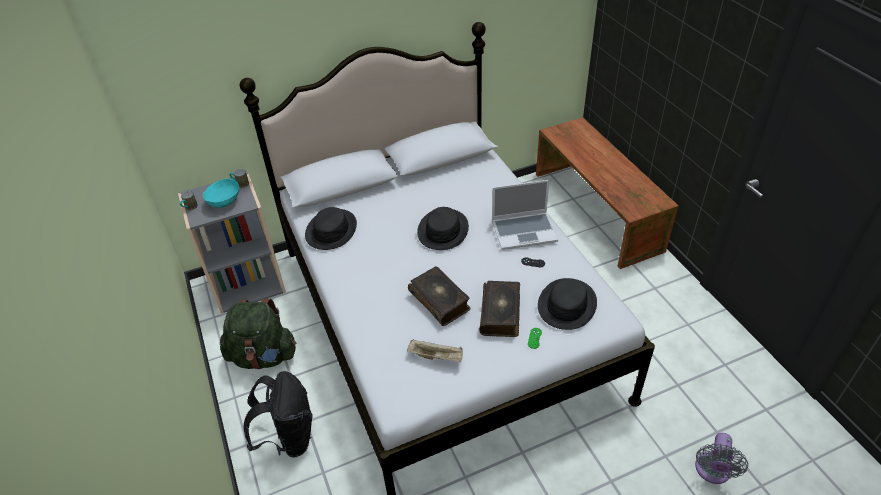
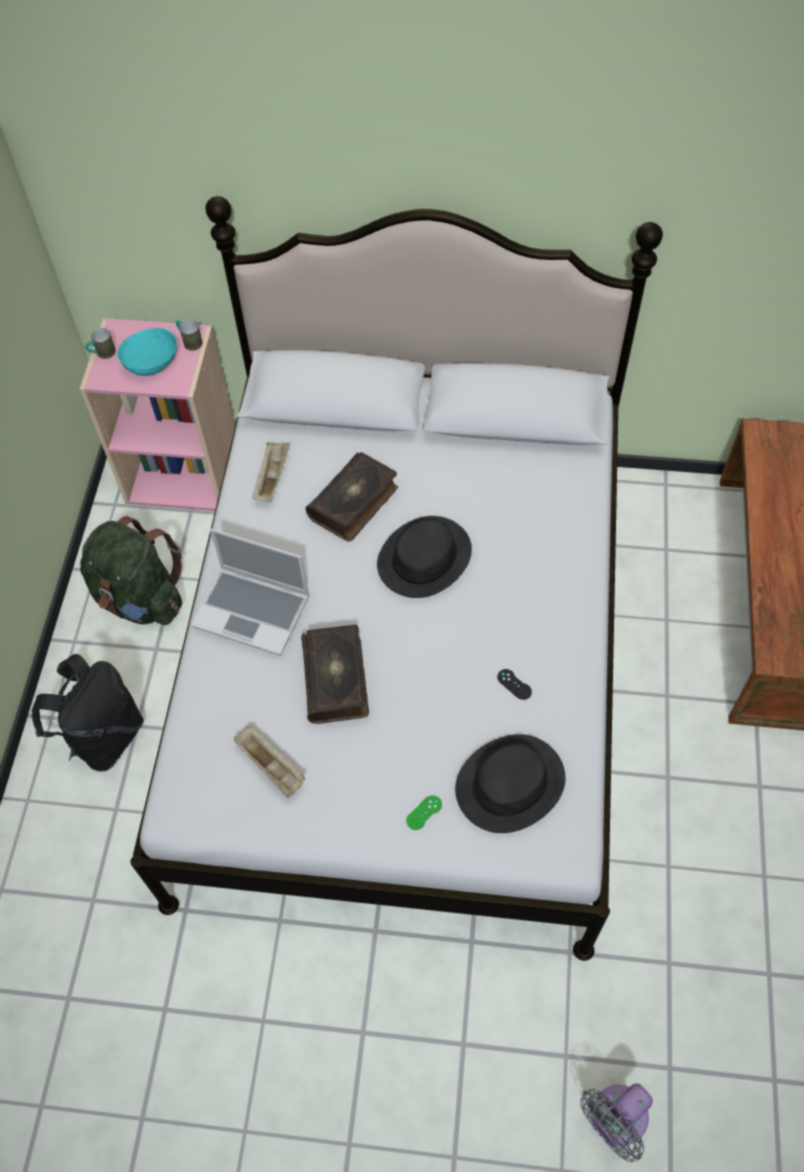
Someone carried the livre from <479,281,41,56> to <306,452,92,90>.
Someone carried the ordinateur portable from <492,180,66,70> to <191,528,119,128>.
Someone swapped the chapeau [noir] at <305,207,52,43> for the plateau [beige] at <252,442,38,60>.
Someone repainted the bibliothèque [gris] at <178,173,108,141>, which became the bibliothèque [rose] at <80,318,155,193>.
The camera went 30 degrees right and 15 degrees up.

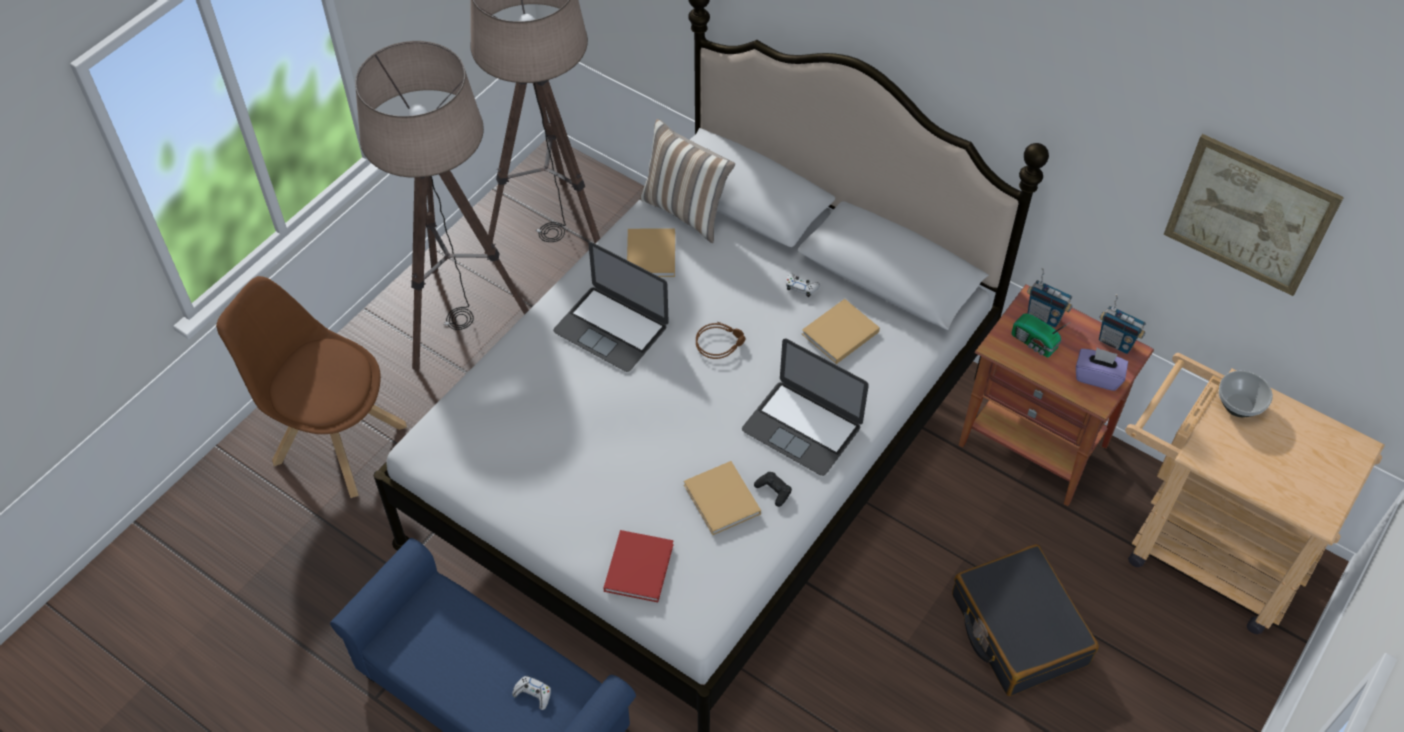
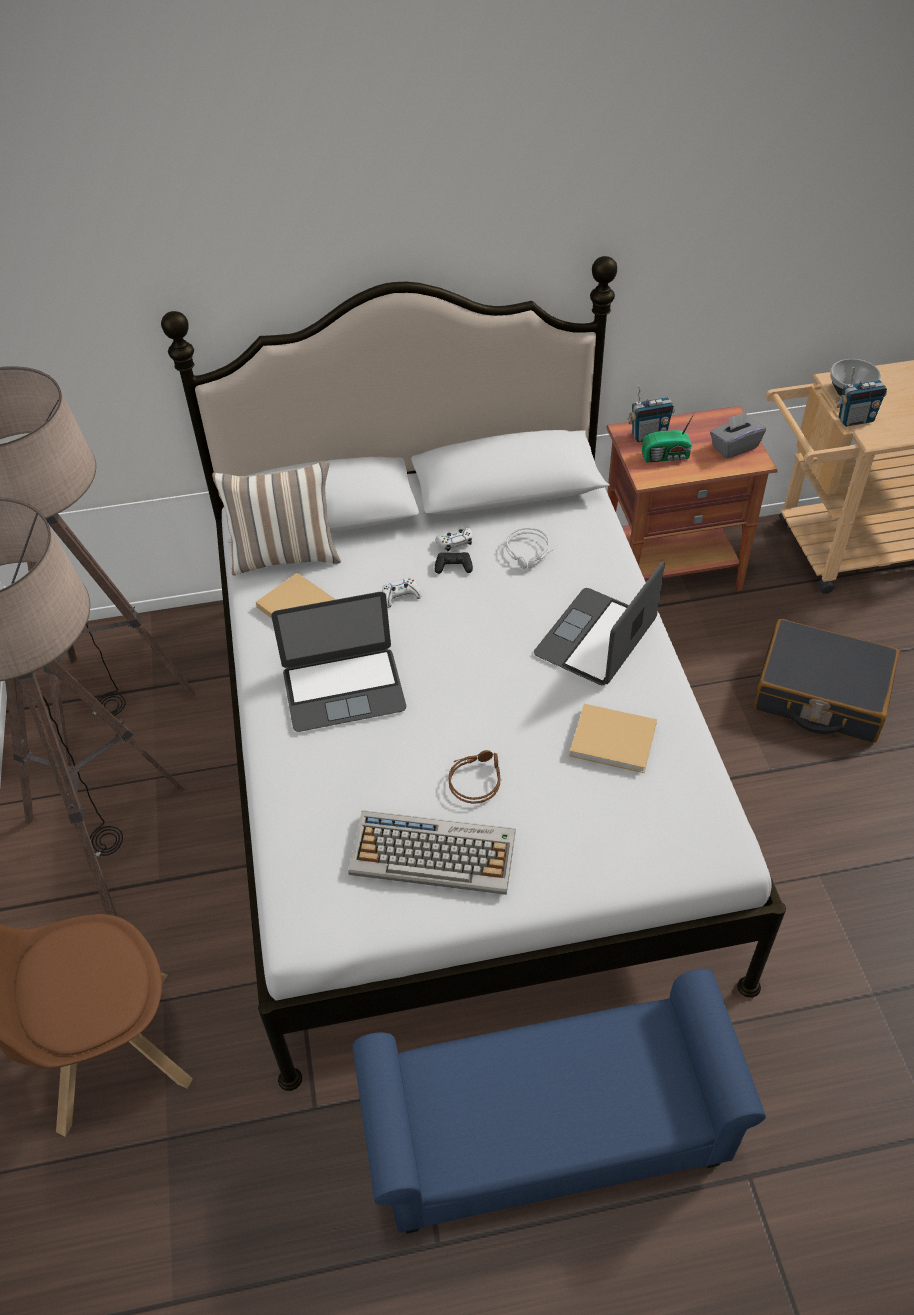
Someone took away the livre [rouge] at <604,530,70,72>.
Someone took away the tableau at <1164,134,180,162>.
Someone put down the clavier at <348,810,167,85>.
Someone carried the manette [blanc] from <512,676,39,34> to <382,578,39,30>.
Someone carried the casque audio [marron] from <696,322,50,37> to <448,750,53,54>.
Someone carried the manette [noir] from <754,472,38,35> to <435,552,38,22>.
Someone carried the radio from <1099,294,47,60> to <836,367,51,60>.
Someone swapped the livre [beige] at <802,299,78,65> for the casque audio [gris] at <506,527,47,42>.
Someone repainted the boîte à mouchoirs [violet] at <1076,348,52,43>, which became the boîte à mouchoirs [gris] at <710,412,56,47>.
Someone rotated the ordinateur portable at <742,338,127,138> by 135 degrees clockwise.
The camera went 45 degrees left and 5 degrees down.

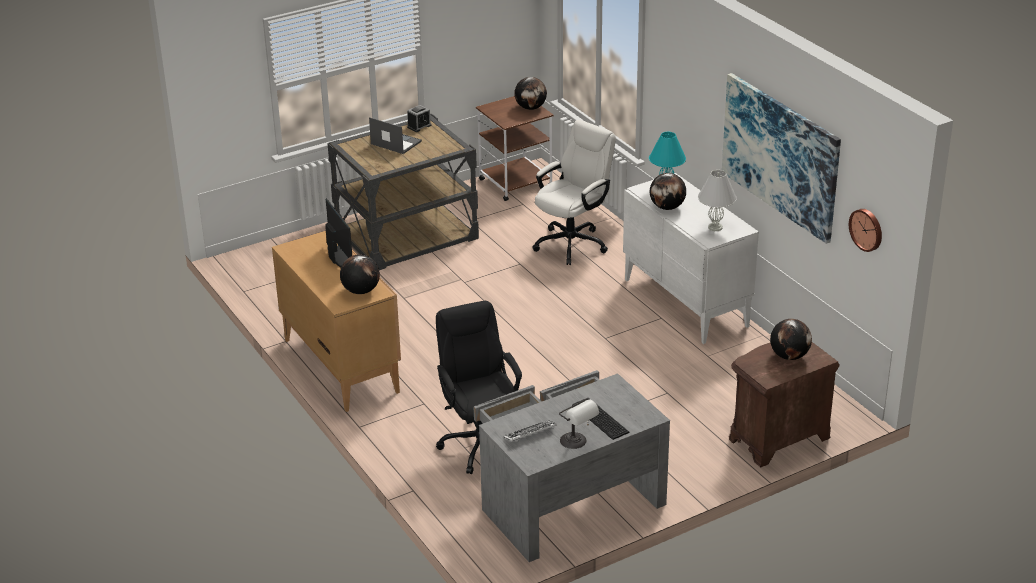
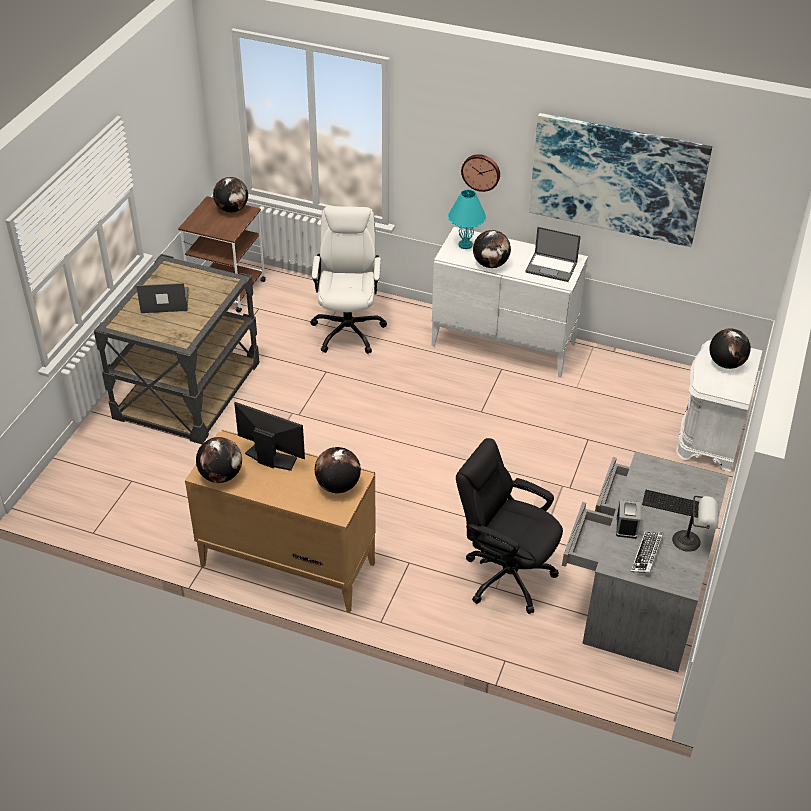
Someone put down the globe at <196,437,46,46>.
Someone carried the réveil from <407,105,25,27> to <616,500,25,39>.
Someone carried the horloge murale from <849,209,33,43> to <461,154,39,38>.
Someone swapped the lampe de table [blanc] at <698,170,39,61> for the ordinateur portable at <525,227,56,55>.
Someone repainted the table de chevet [marron] at <729,342,111,125>, which became the table de chevet [blanc] at <676,340,86,132>.
The camera went 40 degrees left and 10 degrees up.

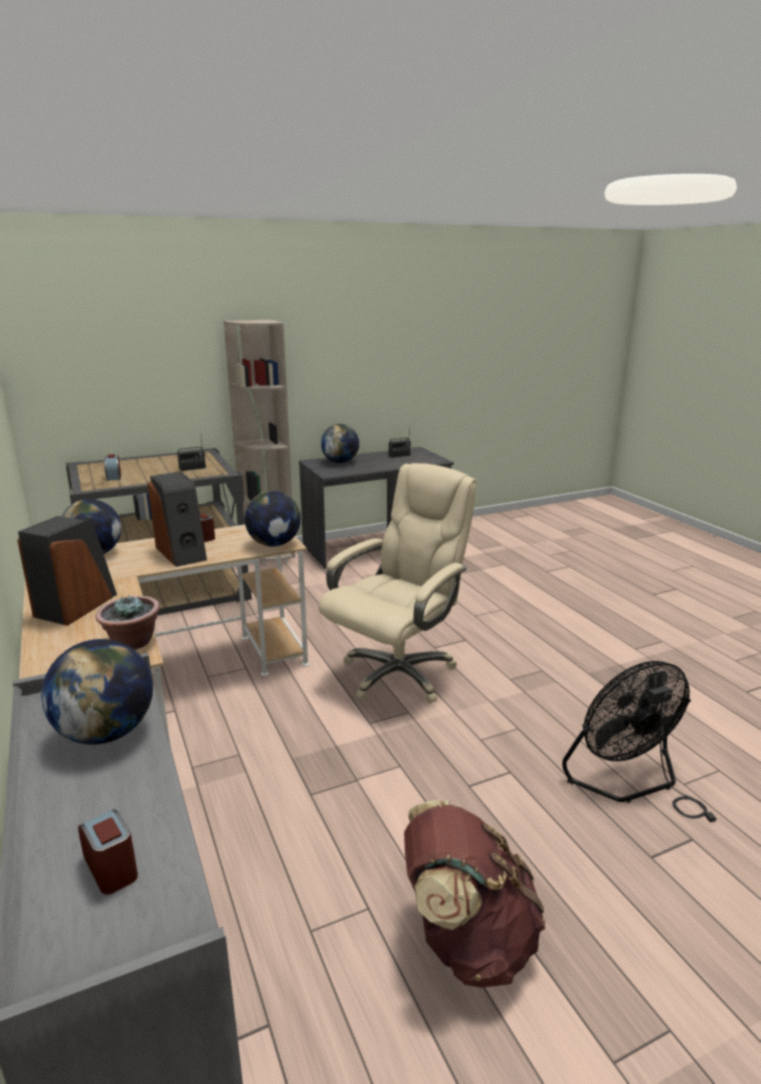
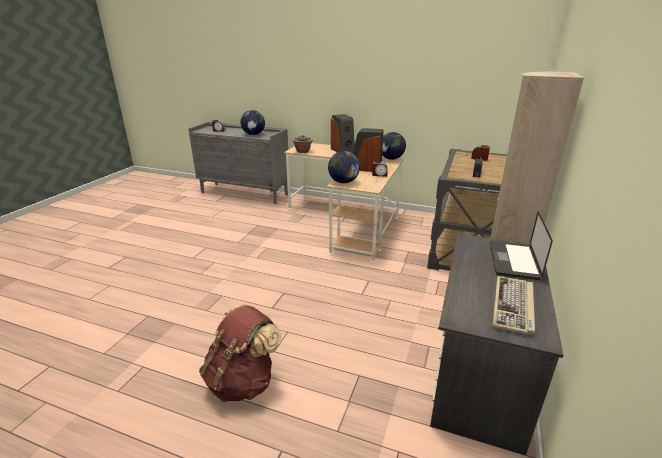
Someone took away the chaise de bureau [beige] at <318,463,158,240>.
Someone took away the ventilateur [noir] at <562,661,154,162>.
Someone carried the sac à dos [marron] from <404,800,142,188> to <199,304,83,98>.
Someone swapped the globe at <321,424,38,39> for the ordinateur portable at <490,211,63,69>.
Someone swapped the radio at <389,425,22,33> for the clavier at <493,276,42,59>.
The camera went 135 degrees right and 5 degrees up.

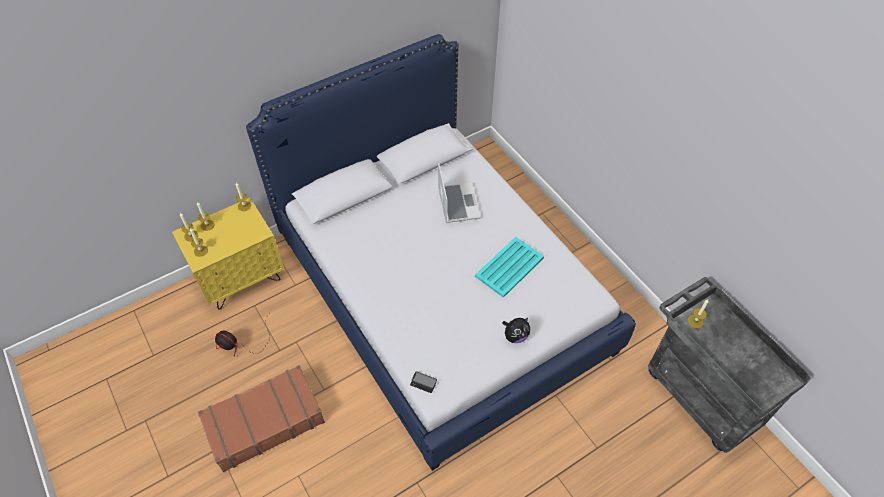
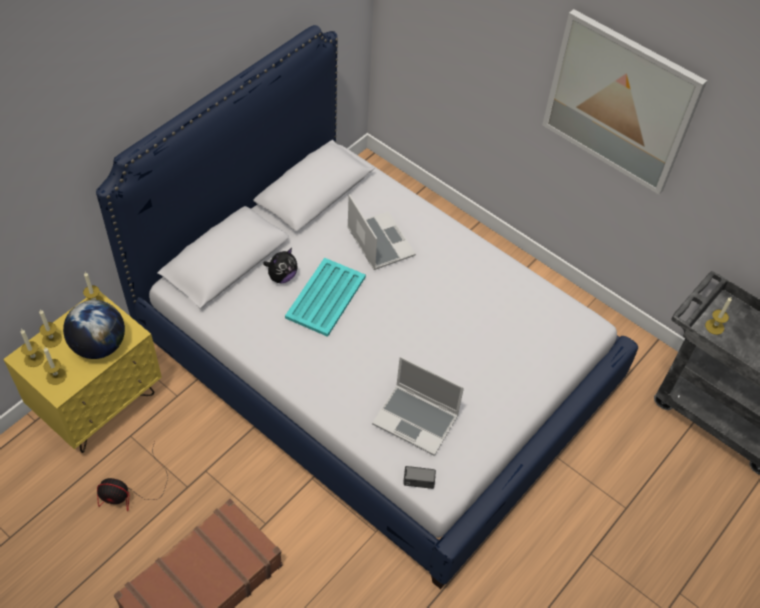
Someone put down the globe at <63,300,62,59>.
Someone put down the ordinateur portable at <372,357,92,99>.
Someone put up the tableau at <542,9,165,186>.
Someone carried the plateau [turquoise] from <475,237,69,61> to <285,258,81,79>.
Someone carried the peluche from <502,318,28,25> to <263,248,34,35>.
The camera went 20 degrees left and 0 degrees up.

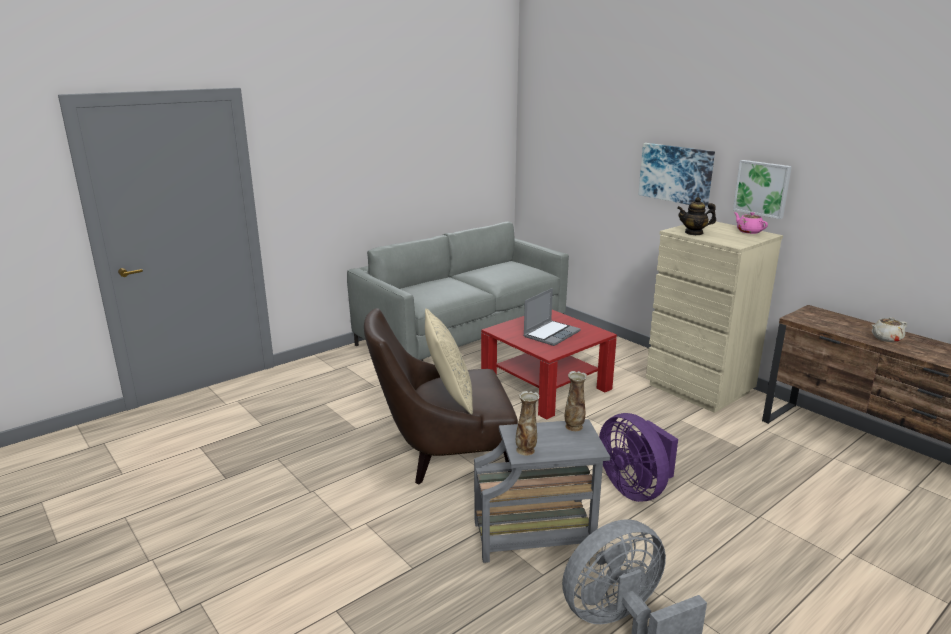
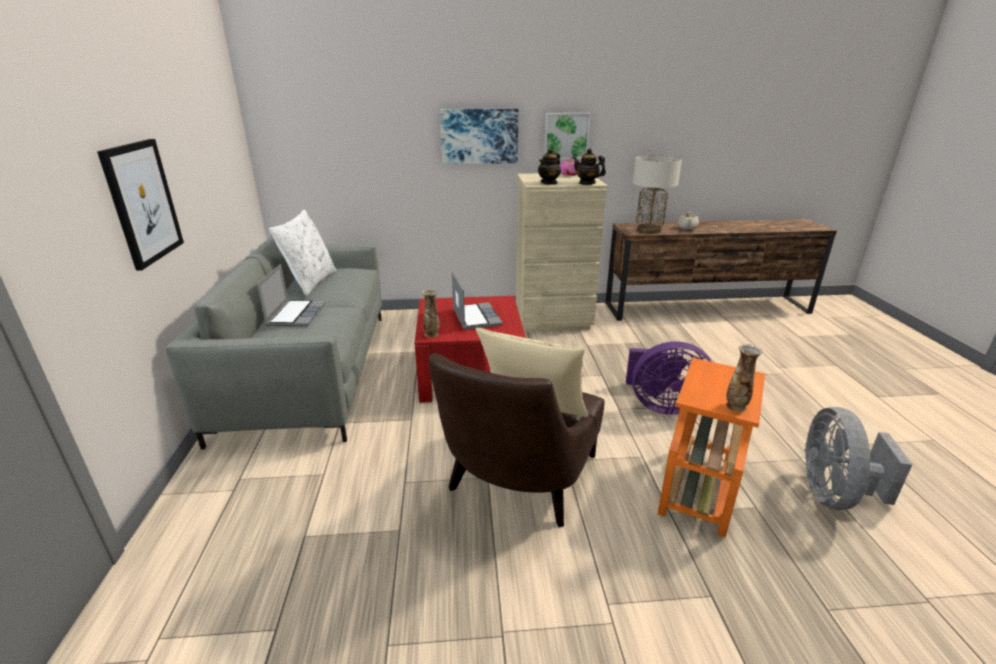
Someone put up the tableau at <97,139,87,132>.
Someone put down the ordinateur portable at <257,264,69,62>.
Someone put down the coussin [blanc] at <269,209,68,87>.
Someone put down the théière at <573,148,33,37>.
Someone put down the lampe de table at <632,155,50,79>.
Someone carried the vase from <565,371,22,60> to <422,289,18,49>.
Someone repainted the table d'appoint [gris] at <474,419,136,144>, which became the table d'appoint [orange] at <658,358,107,179>.
The camera went 55 degrees left and 5 degrees up.

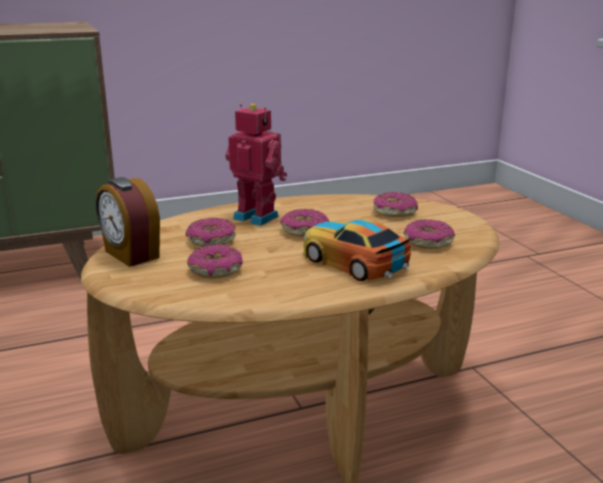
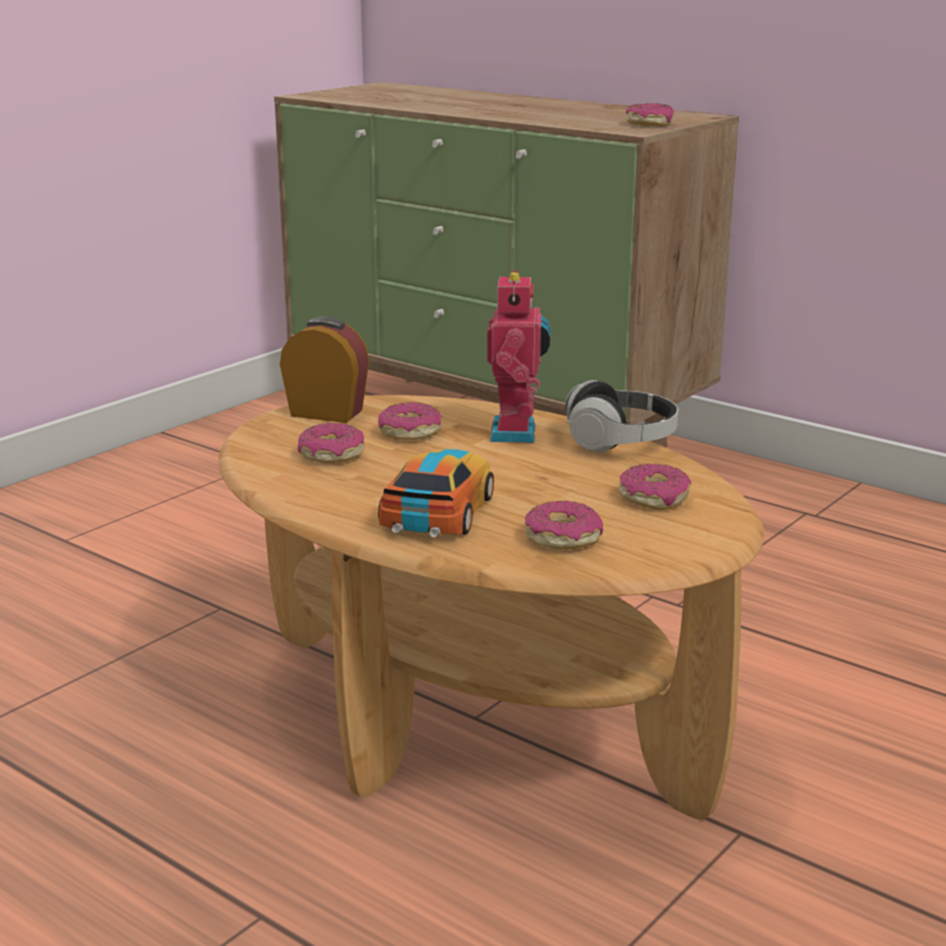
Someone put down the casque audio at <565,380,113,72>.
Someone carried the beignet from <280,209,49,28> to <626,103,49,23>.
Someone rotated the réveil at <96,177,64,90> by 90 degrees clockwise.
The camera went 60 degrees right and 0 degrees up.

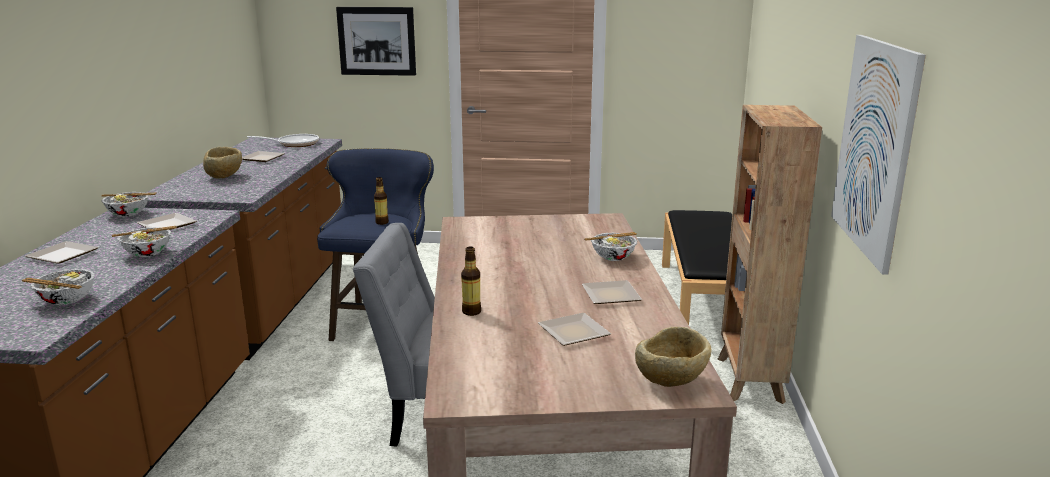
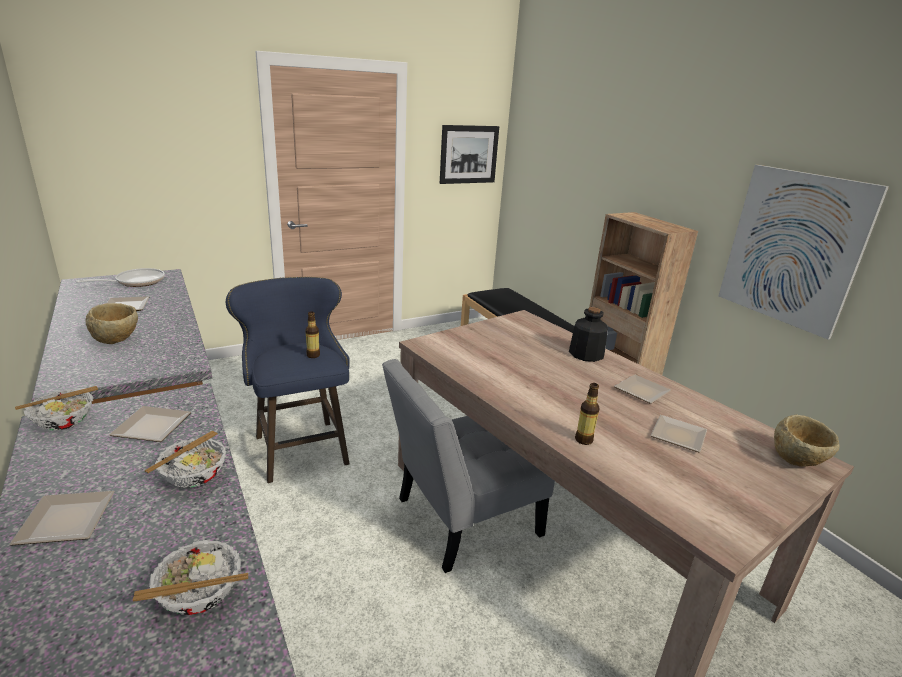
Someone carried the tableau from <336,7,80,69> to <440,125,59,59>.
Someone swapped the bol at <584,232,53,29> for the bouteille at <569,307,39,55>.
The camera went 35 degrees left and 5 degrees up.

